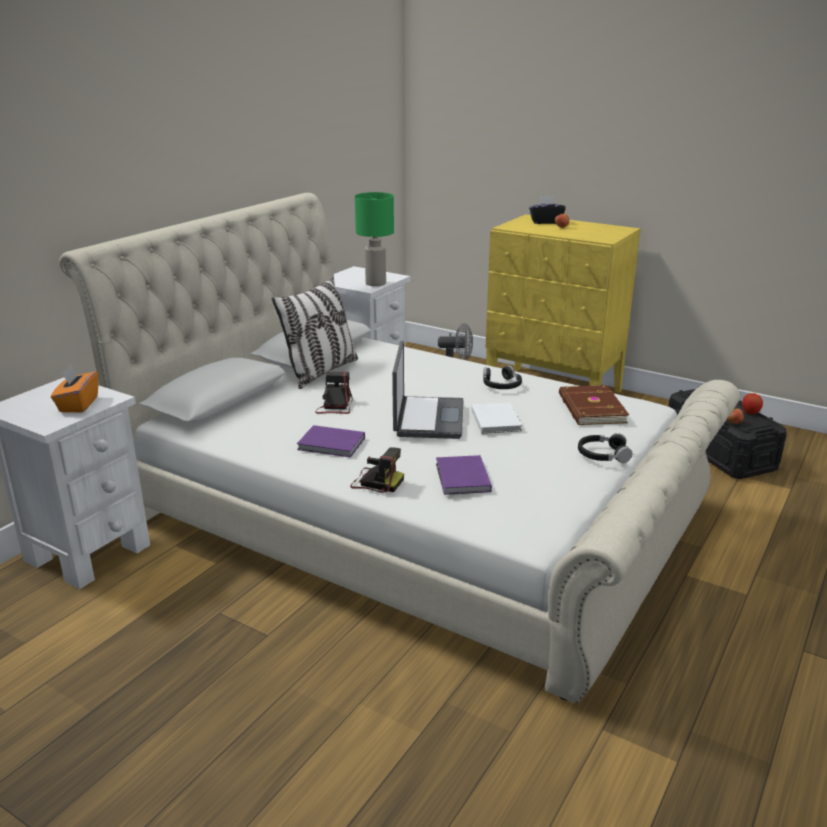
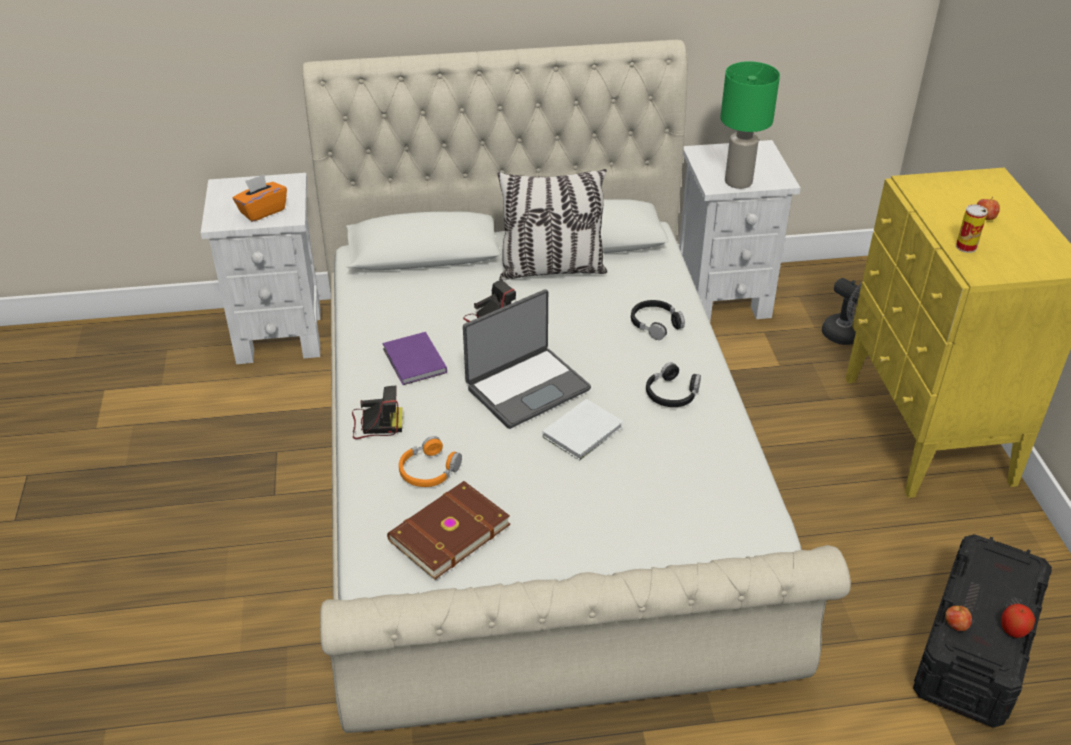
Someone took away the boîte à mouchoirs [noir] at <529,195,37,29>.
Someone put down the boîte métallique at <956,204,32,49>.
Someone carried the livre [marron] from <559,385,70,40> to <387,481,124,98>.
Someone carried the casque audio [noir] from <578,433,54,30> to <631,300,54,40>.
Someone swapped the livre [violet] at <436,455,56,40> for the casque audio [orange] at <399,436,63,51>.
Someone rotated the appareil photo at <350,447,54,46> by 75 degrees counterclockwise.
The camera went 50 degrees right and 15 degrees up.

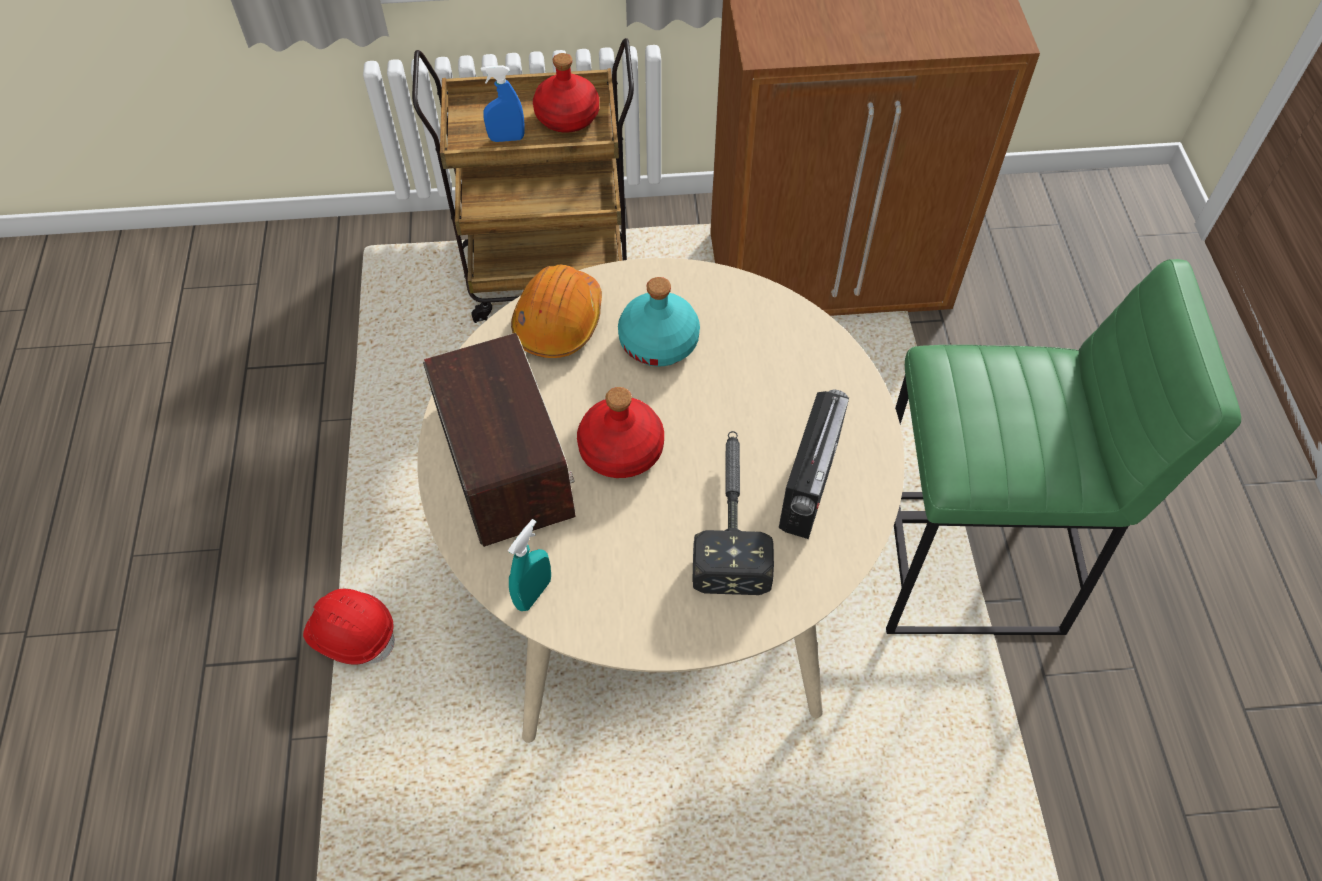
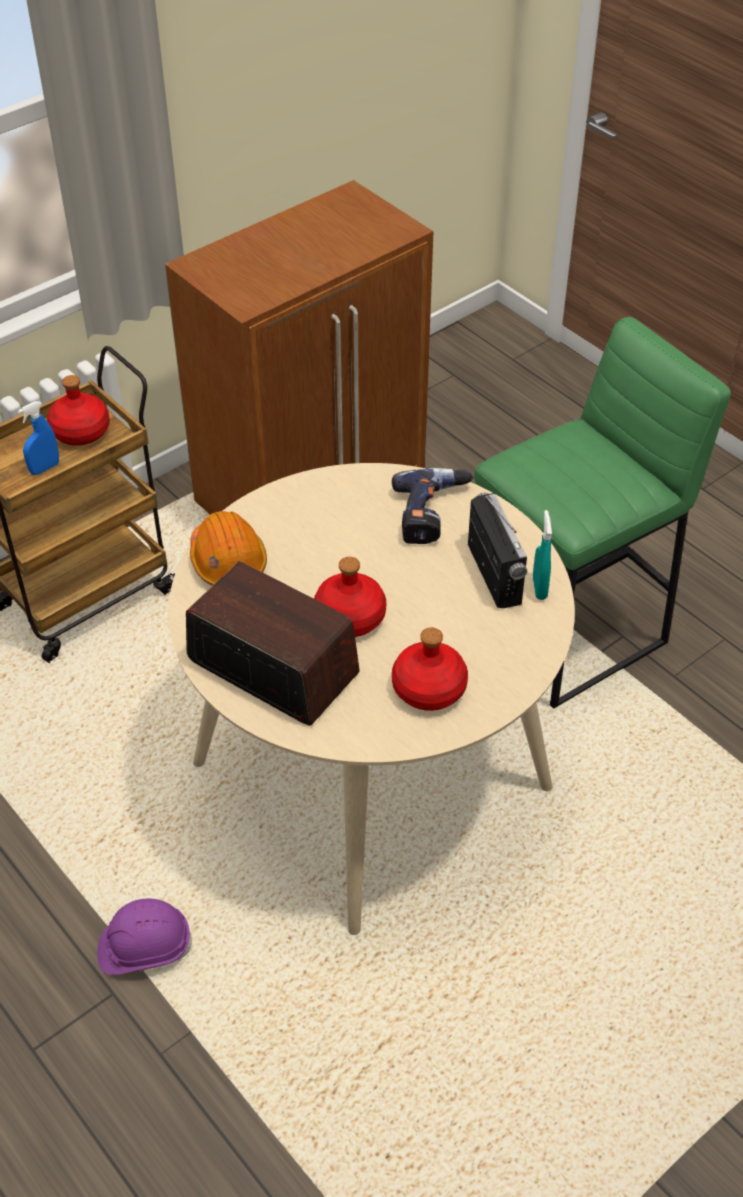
Someone took away the bouteille [turquoise] at <618,277,82,90>.
Someone took away the marteau at <693,431,81,164>.
Someone put down the perceuse at <392,468,82,76>.
Someone put down the bouteille [rouge] at <392,628,76,83>.
Someone carried the vaporisateur [turquoise] from <508,519,43,92> to <533,510,19,90>.
Someone repainted the casque de chantier [rouge] at <303,589,92,76>, which became the casque de chantier [violet] at <97,898,95,77>.
The camera went 35 degrees left and 10 degrees down.

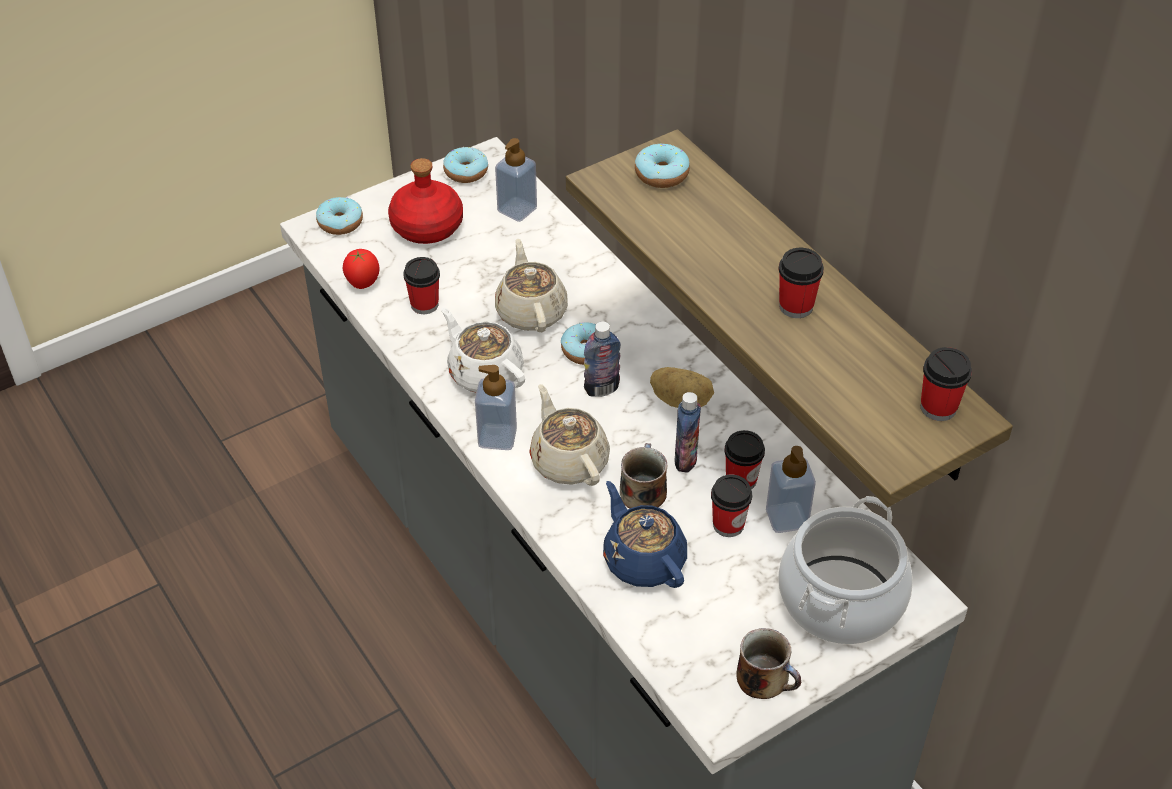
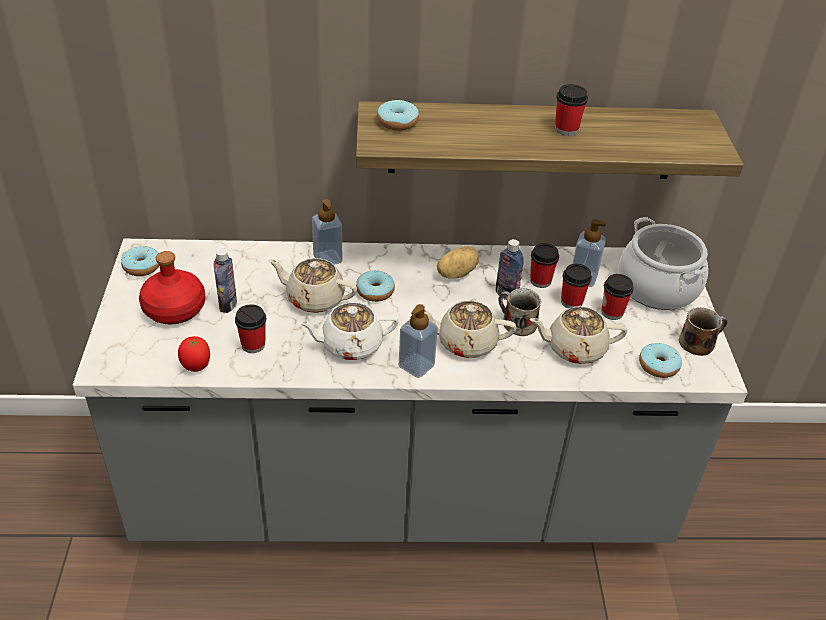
Someone carried the beignet from <316,197,47,38> to <639,343,43,35>.
Someone carried the distributeur de savon from <495,138,42,84> to <312,199,30,66>.
Someone carried the bouteille from <584,322,37,75> to <214,248,23,65>.
Someone carried the tasse from <921,347,51,74> to <601,274,33,46>.
Someone repainted the théière [bleu] at <603,481,84,107>, which became the théière [beige] at <529,306,98,58>.
The camera went 60 degrees left and 5 degrees down.

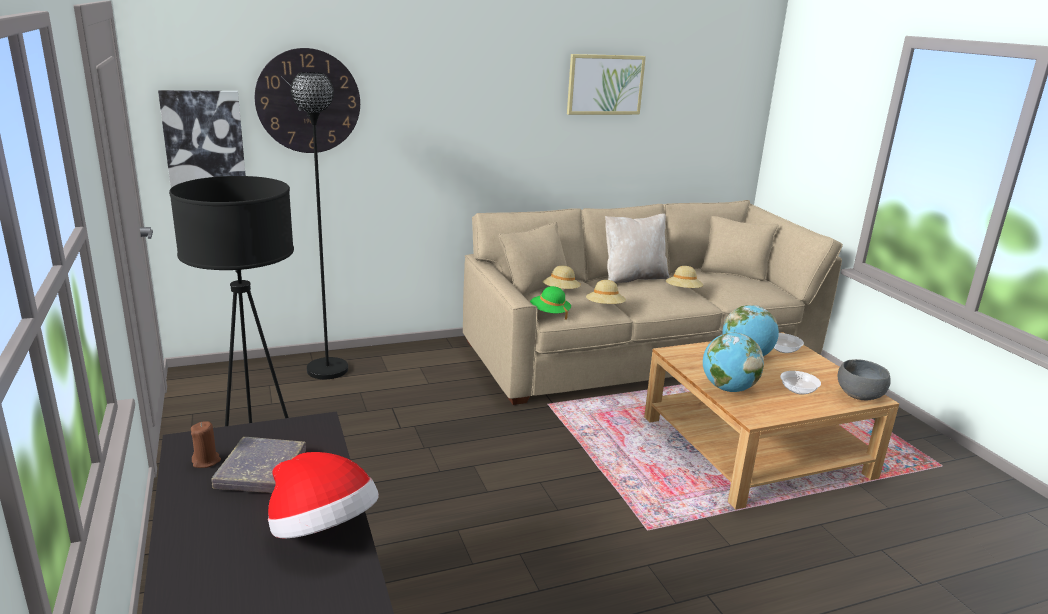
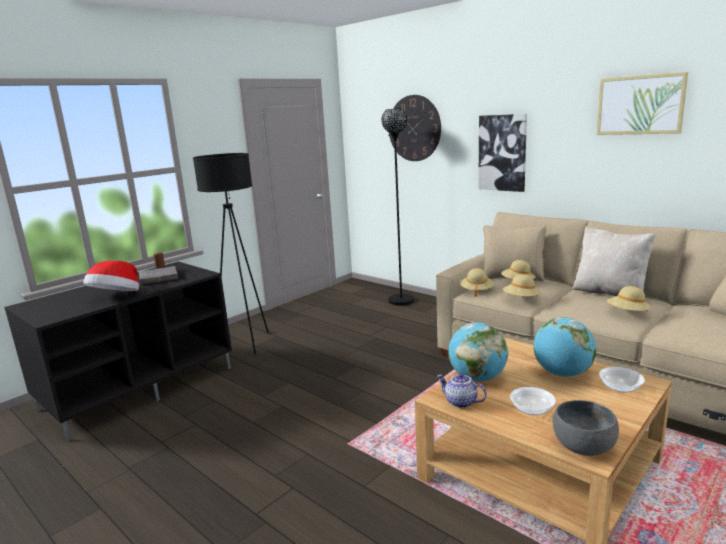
Someone put down the théière at <437,373,50,35>.
Someone carried the tableau from <158,90,88,98> to <478,114,49,78>.
Someone repainted the chapeau [vert] at <530,286,41,34>, which became the chapeau [beige] at <460,268,34,29>.
The camera went 65 degrees right and 5 degrees down.

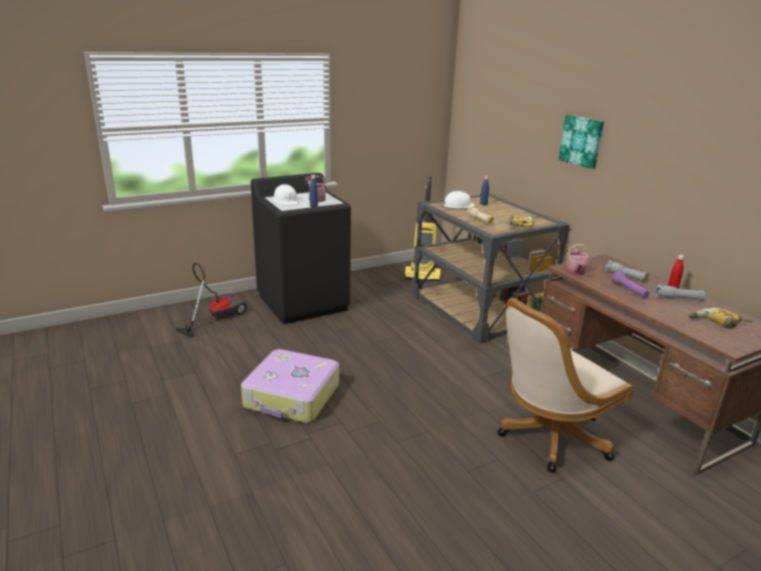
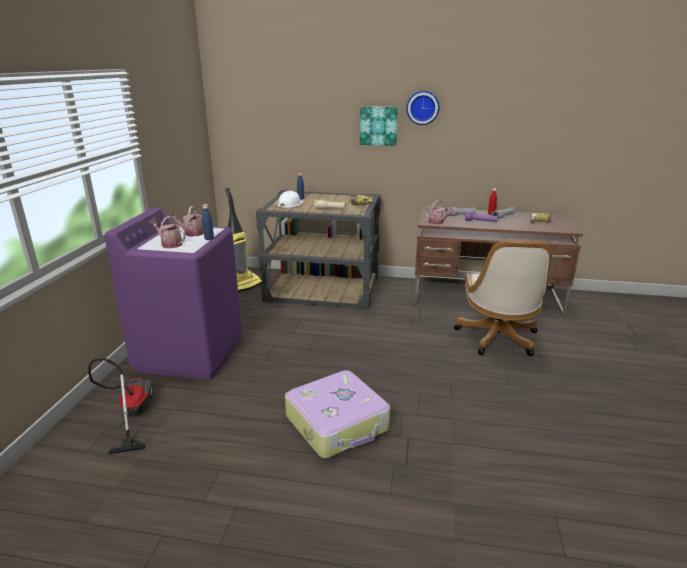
Someone put up the horloge murale at <407,91,33,34>.
Someone swapped the casque de chantier [blanc] at <273,184,26,21> for the arrosoir at <148,216,37,32>.
Someone repainted the lave-linge [noir] at <251,173,100,151>, which became the lave-linge [violet] at <104,208,138,172>.
The camera went 50 degrees left and 0 degrees up.

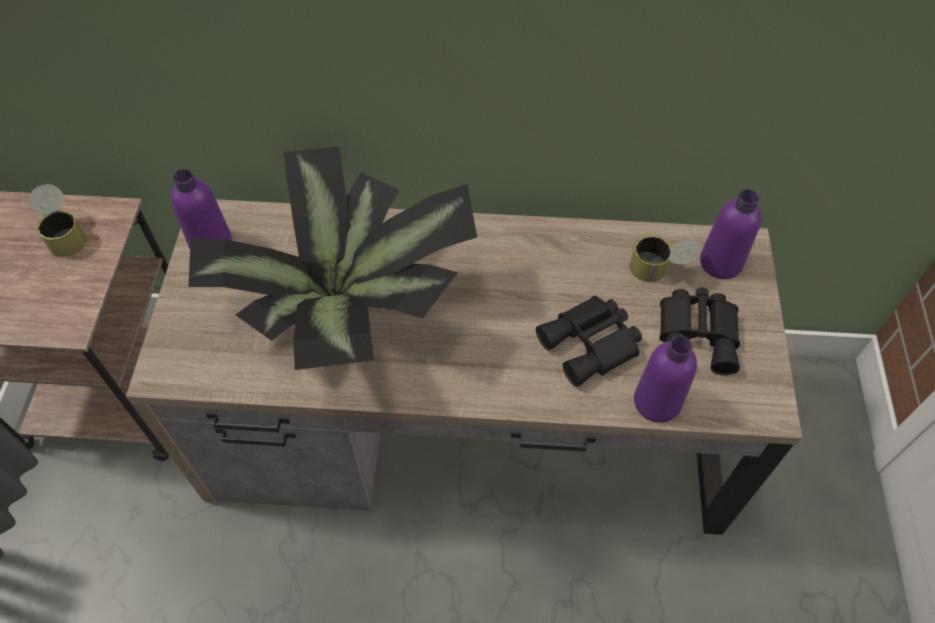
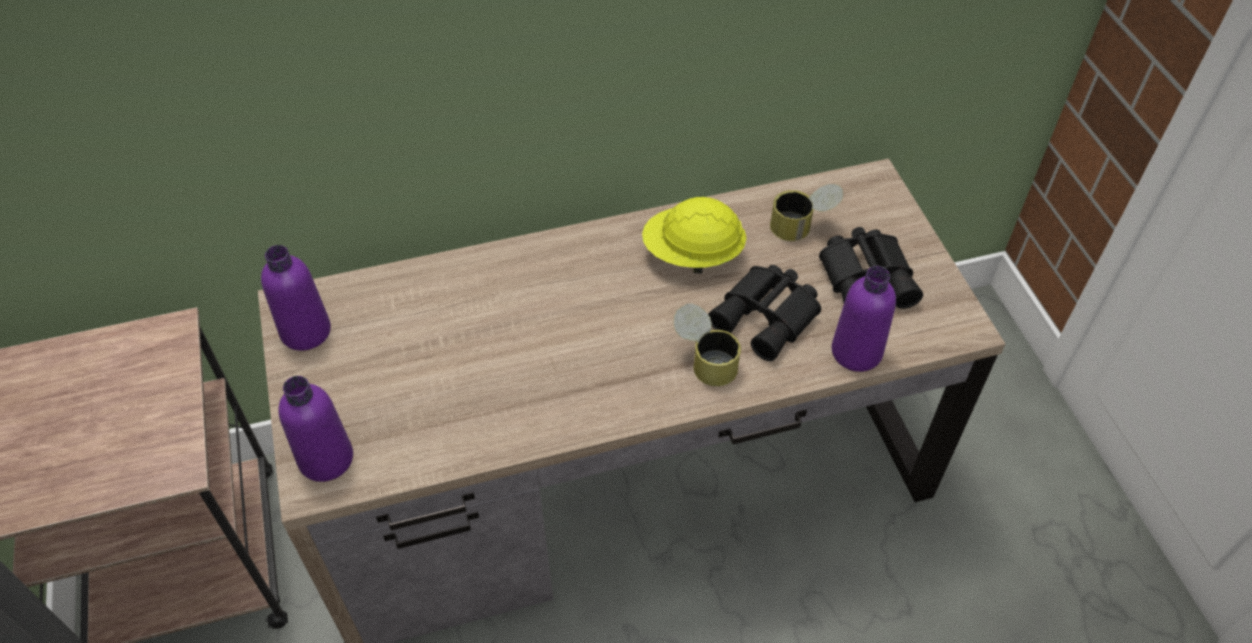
Someone took away the plante en pot at <188,146,289,224>.
Someone put down the casque de chantier [jaune] at <642,197,104,77>.
Someone carried the boîte métallique from <29,184,57,73> to <674,303,67,83>.
Someone carried the bouteille [violet] from <700,189,62,90> to <278,376,75,106>.
The camera went 20 degrees left and 5 degrees down.

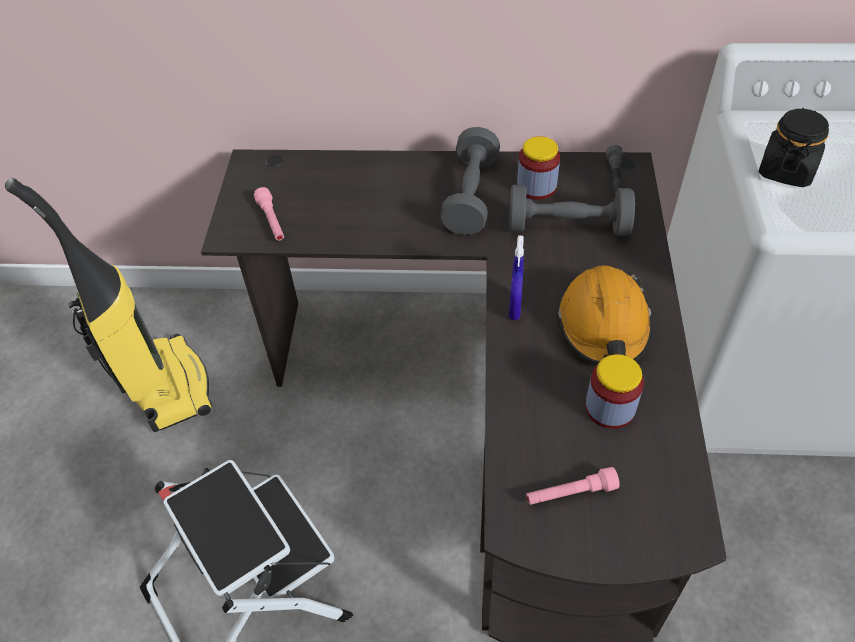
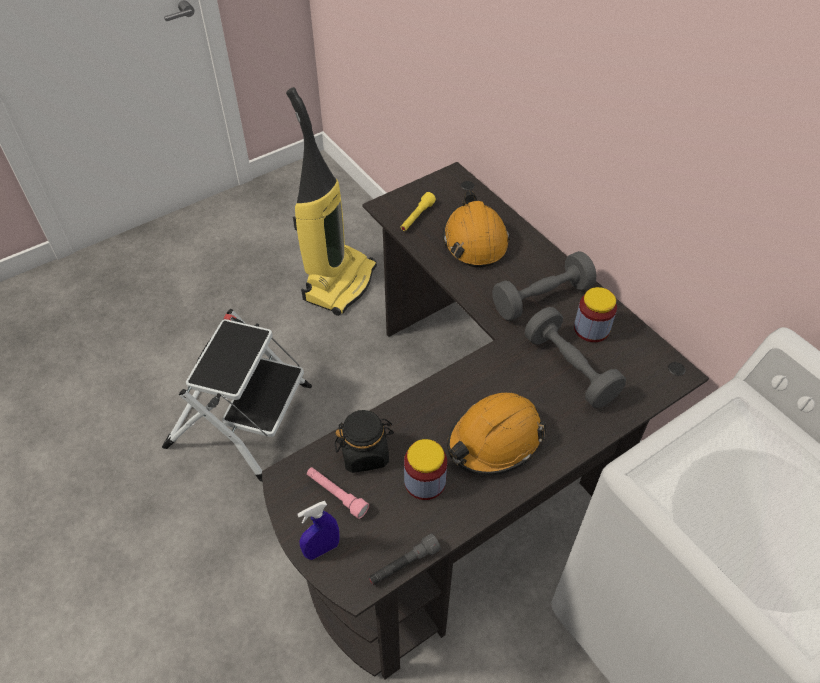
Someone put down the casque de chantier [orange] at <443,191,67,76>.
Someone carried the vaporisateur [bleu] from <509,235,15,85> to <297,501,43,59>.
Someone carried the lampe de poche [gris] from <606,145,17,53> to <368,534,73,52>.
Someone carried the bocal [noir] from <758,108,71,79> to <335,410,59,63>.
Someone repainted the lampe de poche [rose] at <254,187,30,54>, which became the lampe de poche [jaune] at <400,192,36,39>.
The camera went 50 degrees right and 0 degrees up.

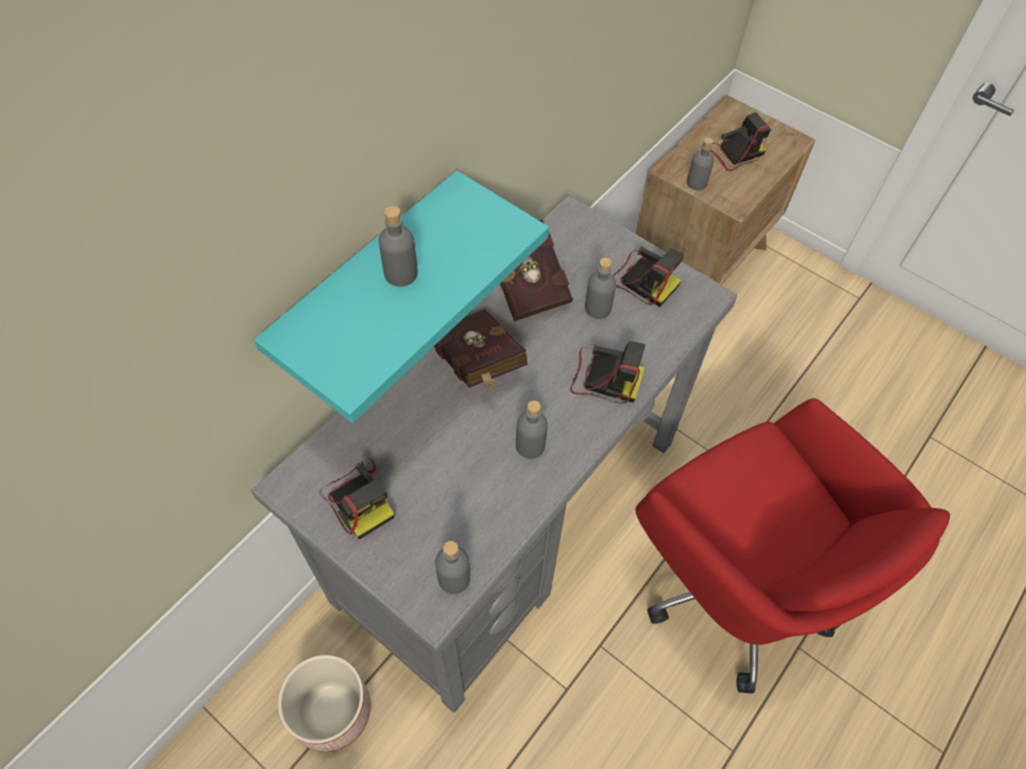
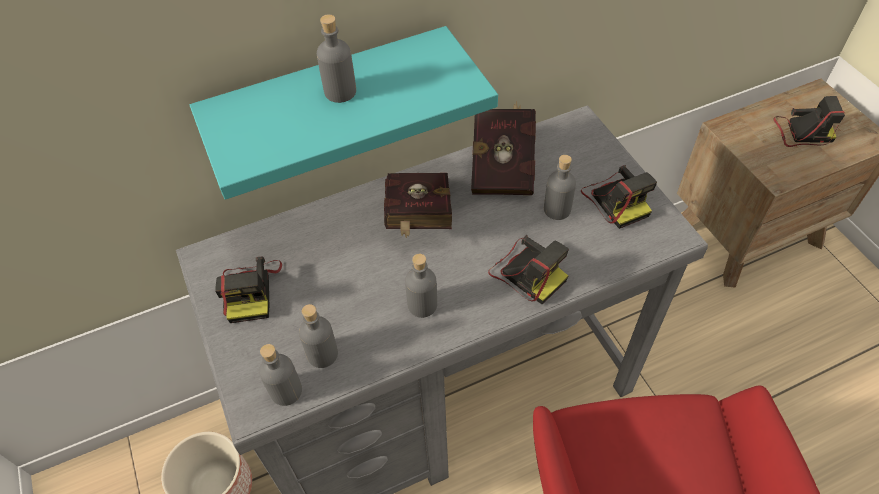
Someone carried the bouteille [gris] from <687,138,27,52> to <299,304,39,64>.
The camera went 30 degrees right and 5 degrees down.

